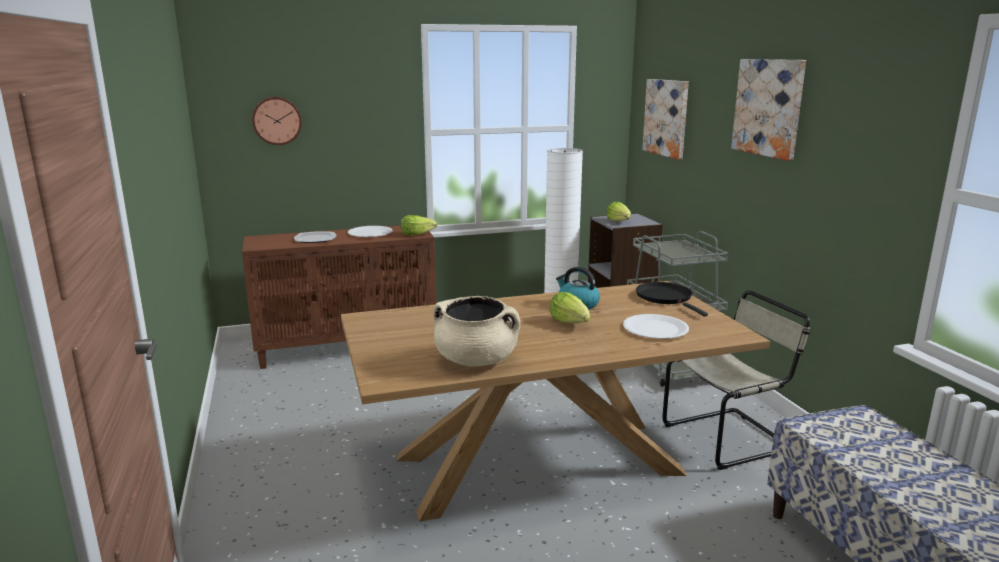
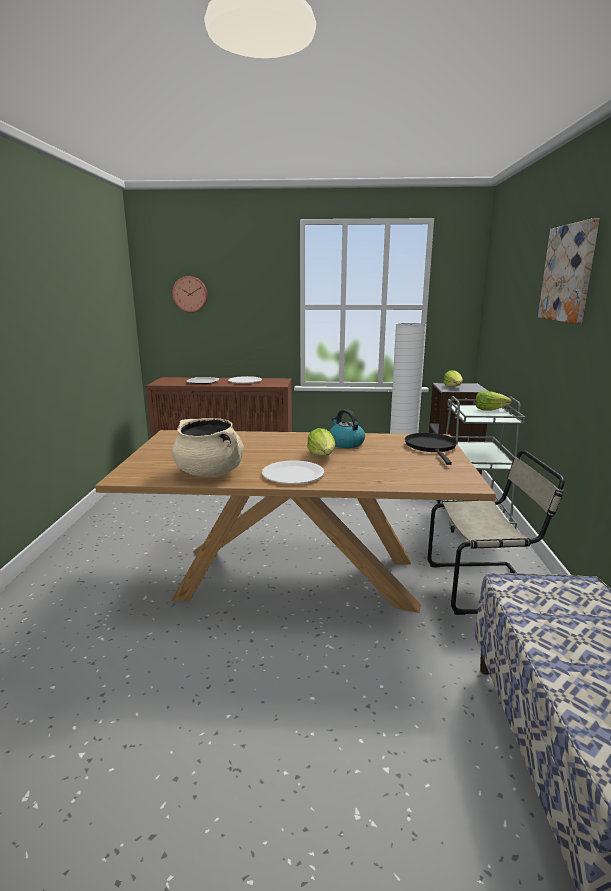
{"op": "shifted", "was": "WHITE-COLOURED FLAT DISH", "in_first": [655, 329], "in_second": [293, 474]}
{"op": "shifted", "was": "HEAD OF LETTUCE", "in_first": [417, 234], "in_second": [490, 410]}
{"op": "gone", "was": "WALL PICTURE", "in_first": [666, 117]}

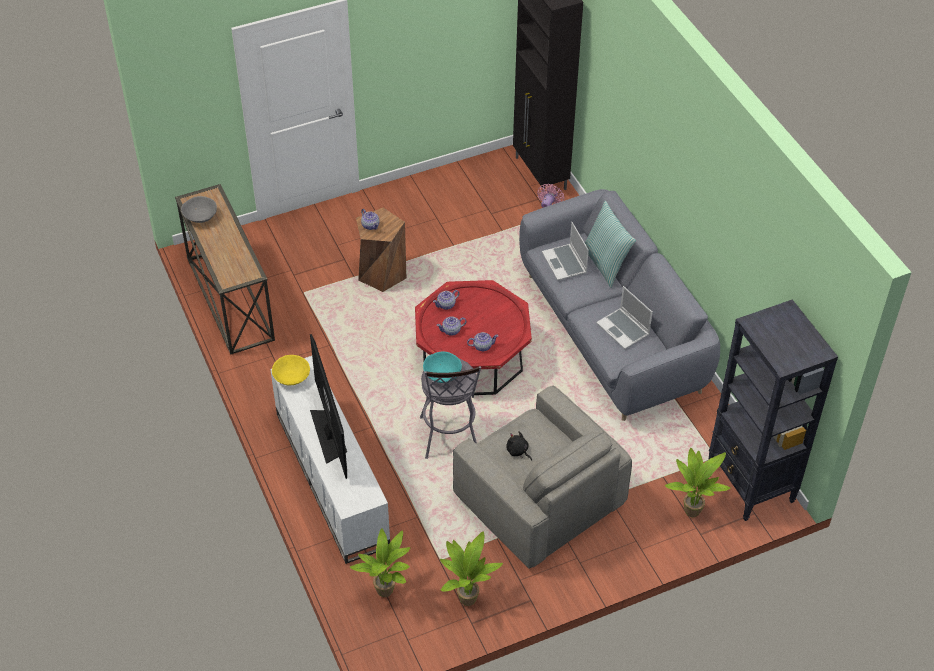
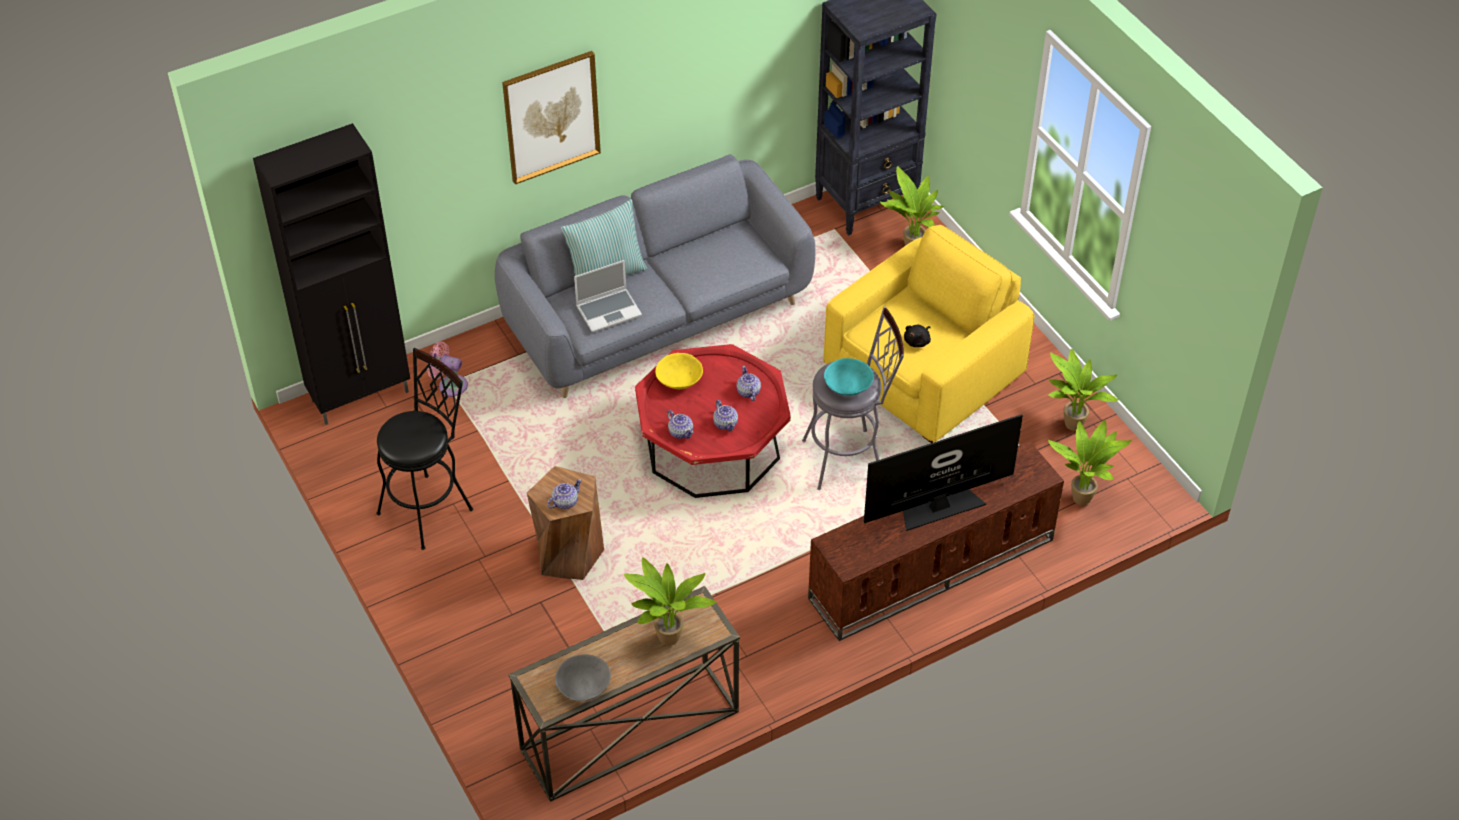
{"op": "new", "now": "BLACK-COLOURED SITTING STOOL", "in_second": [431, 507]}
{"op": "new", "now": "WALL PICTURE", "in_second": [551, 116]}
{"op": "new", "now": "POTTED PLANT", "in_second": [668, 641]}
{"op": "shifted", "was": "YELLOW-COLOURED BOWL", "in_first": [291, 377], "in_second": [679, 380]}
{"op": "repainted", "was": "WHITE-COLOURED MEDIA CONSOLE", "now": "BROWN MEDIA CONSOLE", "in_first": [330, 478], "in_second": [931, 570]}
{"op": "repainted", "was": "GRAY ARMCHAIR", "now": "YELLOW-COLOURED ARMCHAIR", "in_first": [539, 500], "in_second": [923, 372]}
{"op": "gone", "was": "NOTEBOOK COMPUTER", "in_first": [624, 329]}

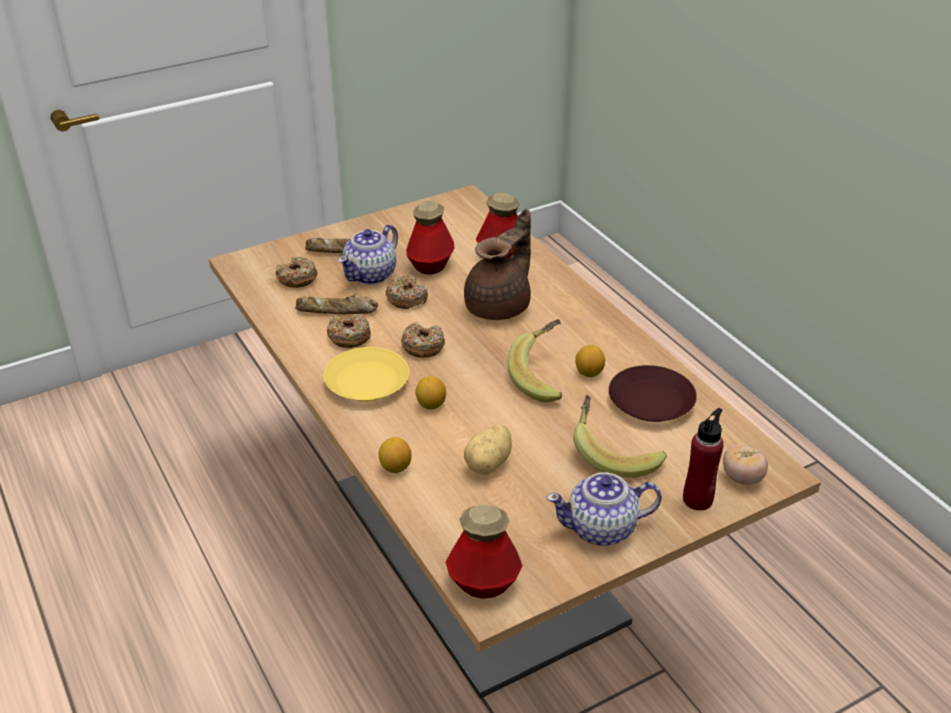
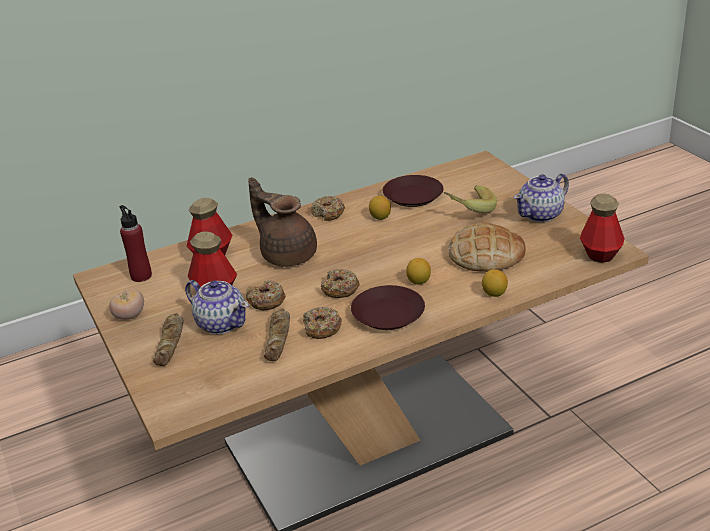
{"op": "shifted", "was": "WHOLE TOMATO", "in_first": [742, 478], "in_second": [129, 316]}
{"op": "shifted", "was": "REDDISH BOTTLE", "in_first": [697, 499], "in_second": [141, 276]}
{"op": "shifted", "was": "RING DOUGHNUT", "in_first": [297, 278], "in_second": [328, 213]}
{"op": "repainted", "was": "YELLOW-COLOURED FLAT DISH", "now": "BROWN FLAT DISH", "in_first": [368, 381], "in_second": [388, 313]}
{"op": "swapped", "was": "SPUD", "now": "BAKERY BREAD", "in_first": [489, 464], "in_second": [485, 255]}
{"op": "rotated", "was": "TEA POT", "in_first": [602, 529], "in_second": [541, 214], "clockwise": 60}
{"op": "gone", "was": "BANANA", "in_first": [545, 376]}

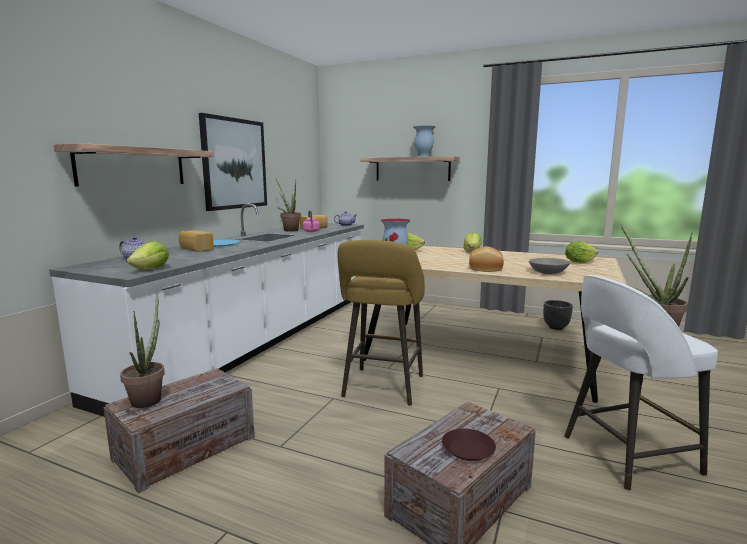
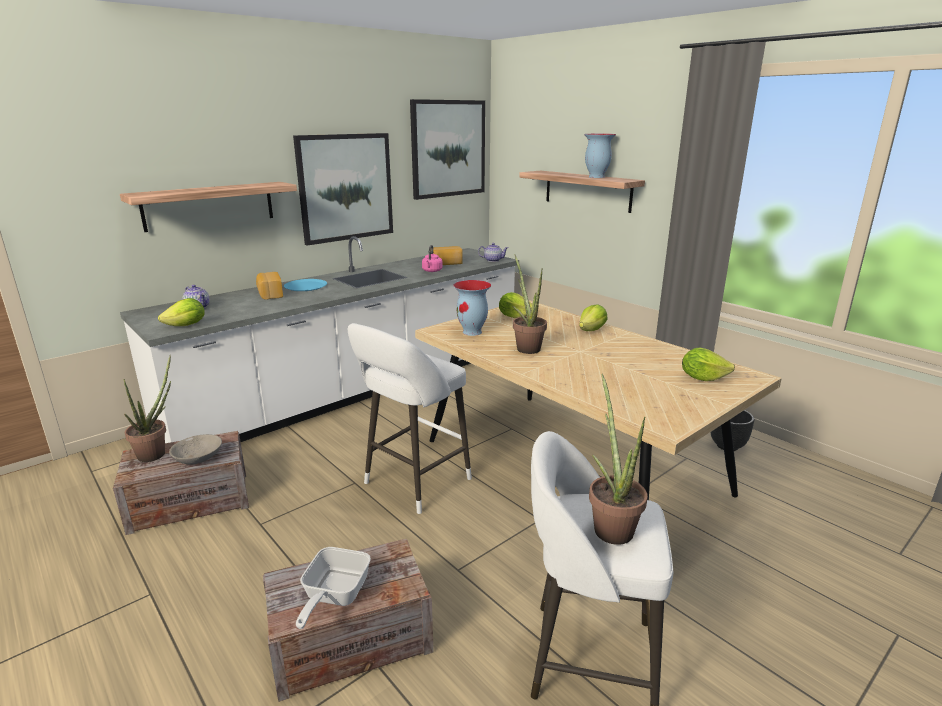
{"op": "shifted", "was": "GRAY BOWL", "in_first": [548, 272], "in_second": [198, 458]}
{"op": "swapped", "was": "BROWN FLAT DISH", "now": "SKILLET", "in_first": [468, 449], "in_second": [333, 596]}
{"op": "repainted", "was": "YELLOW-COLOURED SITTING STOOL", "now": "WHITE-COLOURED SITTING STOOL", "in_first": [382, 388], "in_second": [413, 483]}
{"op": "new", "now": "WALL PICTURE", "in_second": [448, 149]}
{"op": "shifted", "was": "POTTED PLANT", "in_first": [289, 230], "in_second": [526, 347]}
{"op": "gone", "was": "BAKERY BREAD", "in_first": [486, 268]}

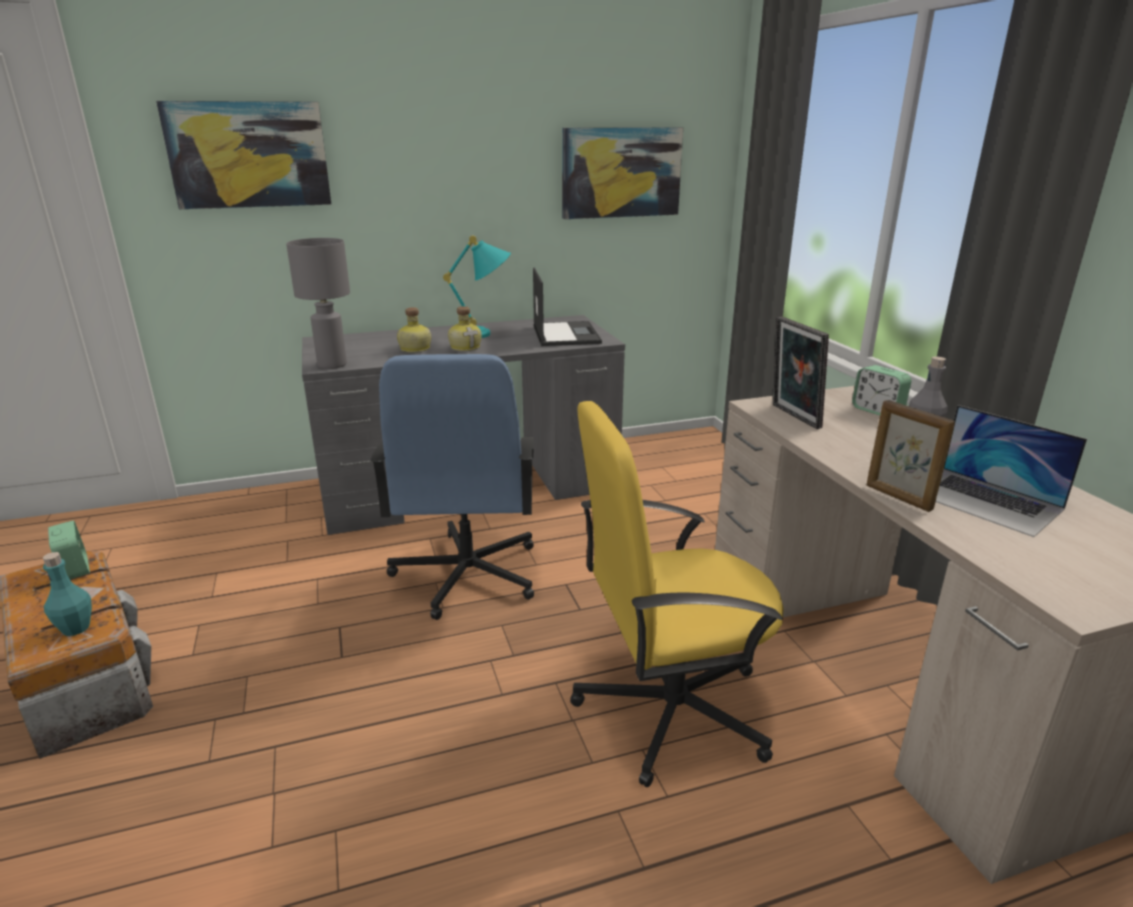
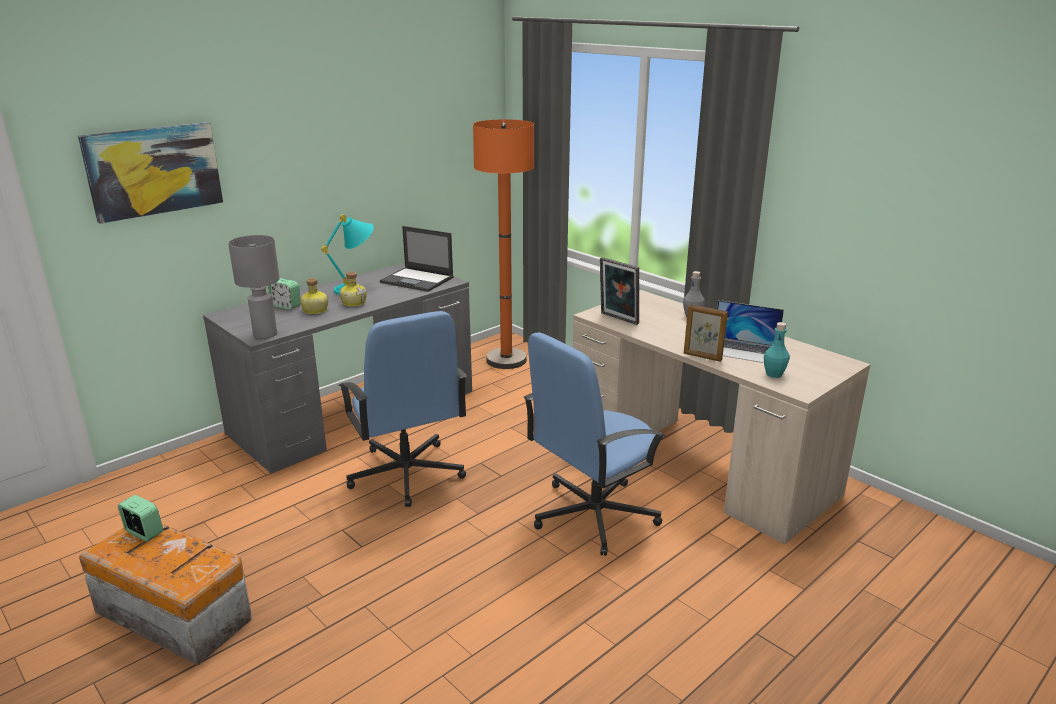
{"op": "shifted", "was": "ALARM CLOCK", "in_first": [877, 411], "in_second": [286, 306]}
{"op": "rotated", "was": "NOTEBOOK COMPUTER", "in_first": [565, 334], "in_second": [418, 280], "clockwise": 150}
{"op": "new", "now": "ORANGE STANDARD LAMP", "in_second": [506, 360]}
{"op": "repainted", "was": "YELLOW-COLOURED DESK CHAIR", "now": "BLUE DESK CHAIR", "in_first": [669, 709], "in_second": [592, 515]}
{"op": "shifted", "was": "BLUE-GREEN BOTTLE", "in_first": [76, 628], "in_second": [774, 374]}
{"op": "gone", "was": "WALL PICTURE", "in_first": [621, 172]}

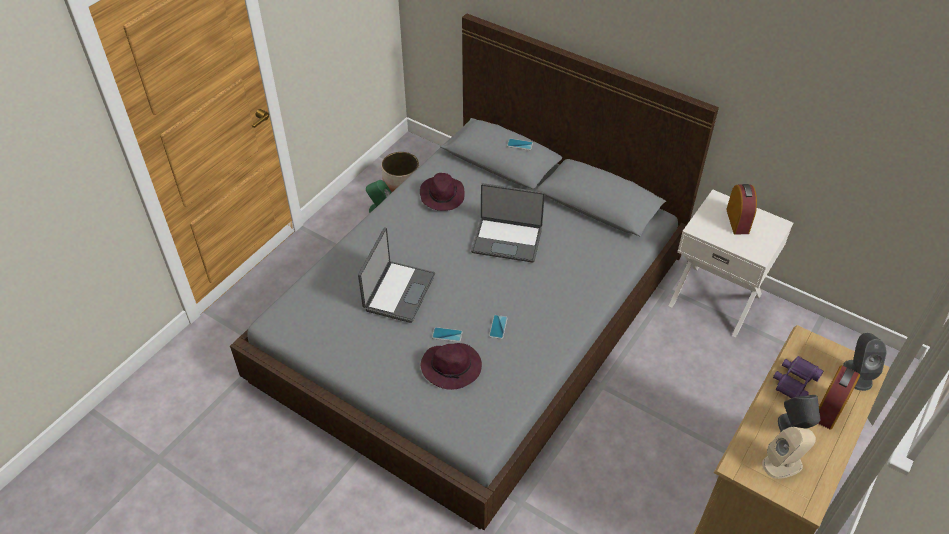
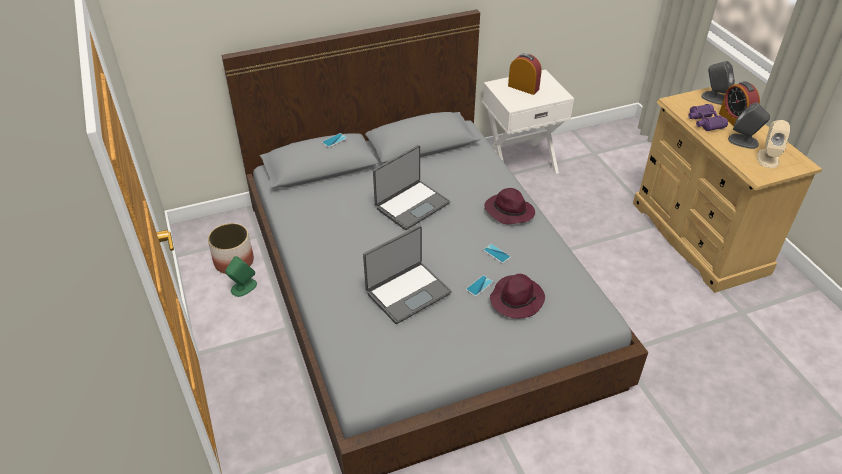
{"op": "rotated", "was": "NOTEBOOK COMPUTER", "in_first": [398, 292], "in_second": [407, 292], "clockwise": 90}
{"op": "shifted", "was": "PURPLISH WEARABLE HAT", "in_first": [442, 195], "in_second": [508, 211]}

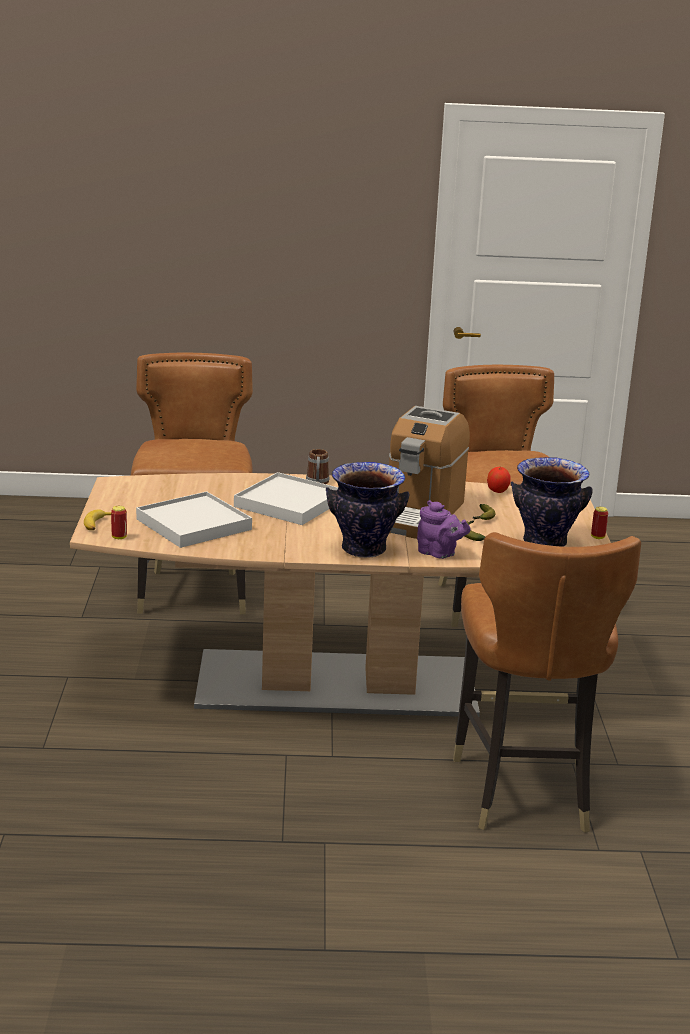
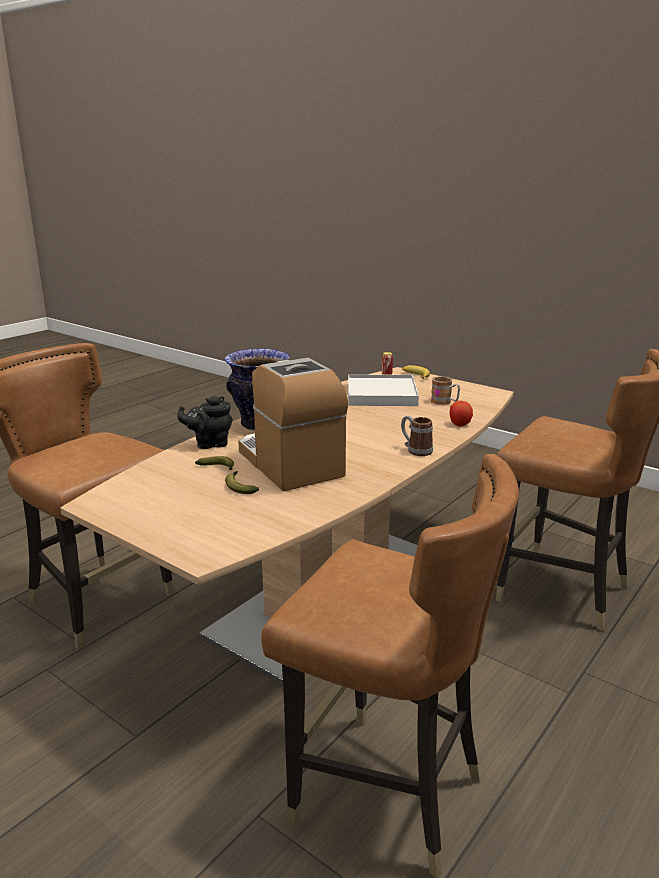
{"op": "repainted", "was": "PURPLISH TEA POT", "now": "BLACK-COLOURED TEA POT", "in_first": [439, 553], "in_second": [209, 444]}
{"op": "new", "now": "COFFEE MUG", "in_second": [445, 402]}
{"op": "shifted", "was": "WHOLE APPLE", "in_first": [497, 491], "in_second": [460, 424]}
{"op": "gone", "was": "WHITE-COLOURED SERVING TRAY", "in_first": [289, 503]}
{"op": "gone", "was": "FLOWER VASE", "in_first": [545, 543]}
{"op": "gone", "was": "CAN", "in_first": [597, 537]}

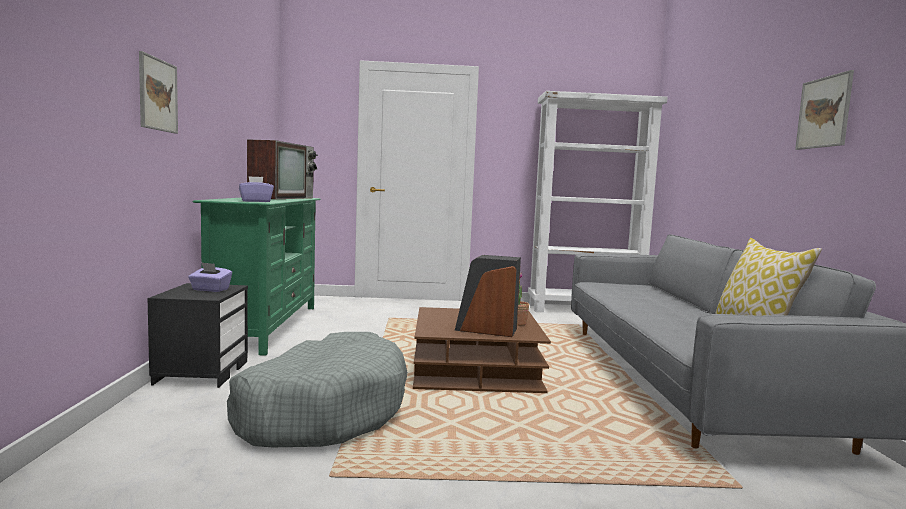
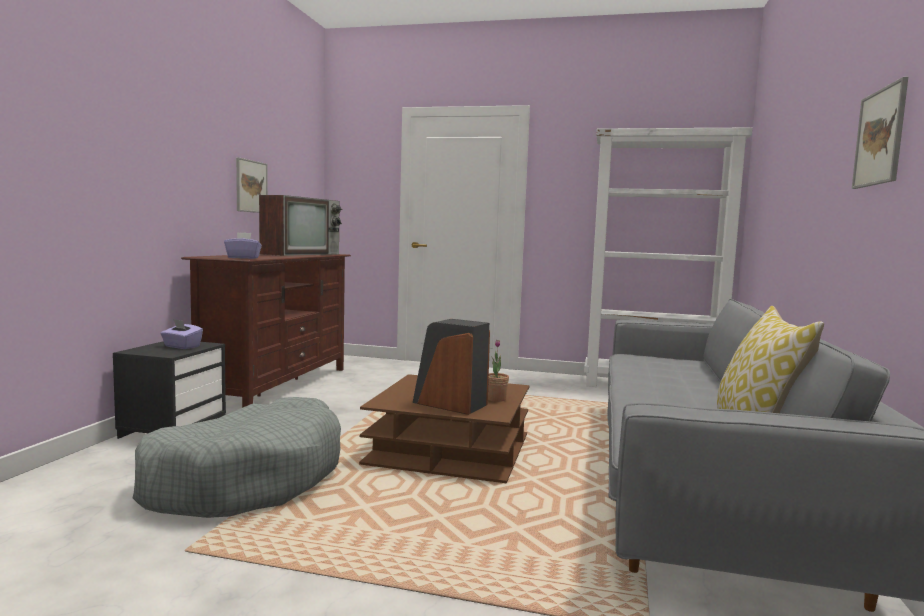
{"op": "repainted", "was": "GREENISH MEDIA CONSOLE", "now": "BROWN MEDIA CONSOLE", "in_first": [266, 327], "in_second": [278, 387]}
{"op": "shifted", "was": "WALL PICTURE", "in_first": [158, 95], "in_second": [251, 186]}

